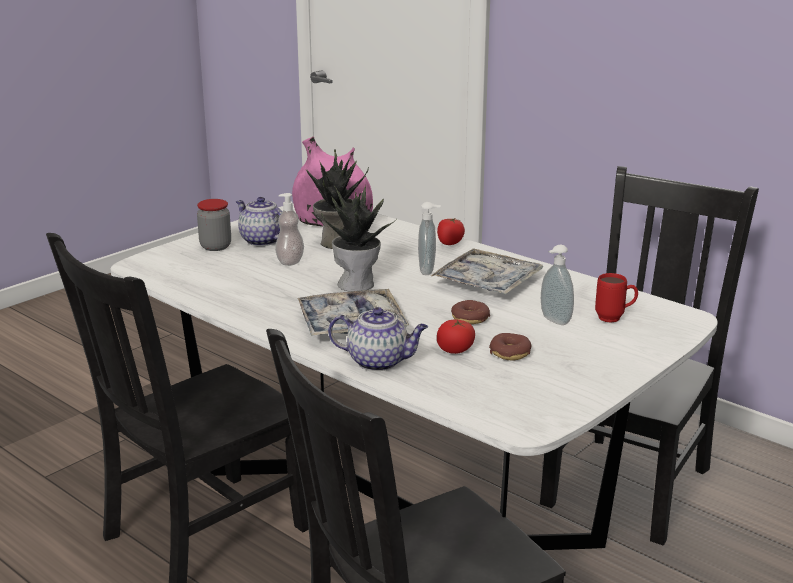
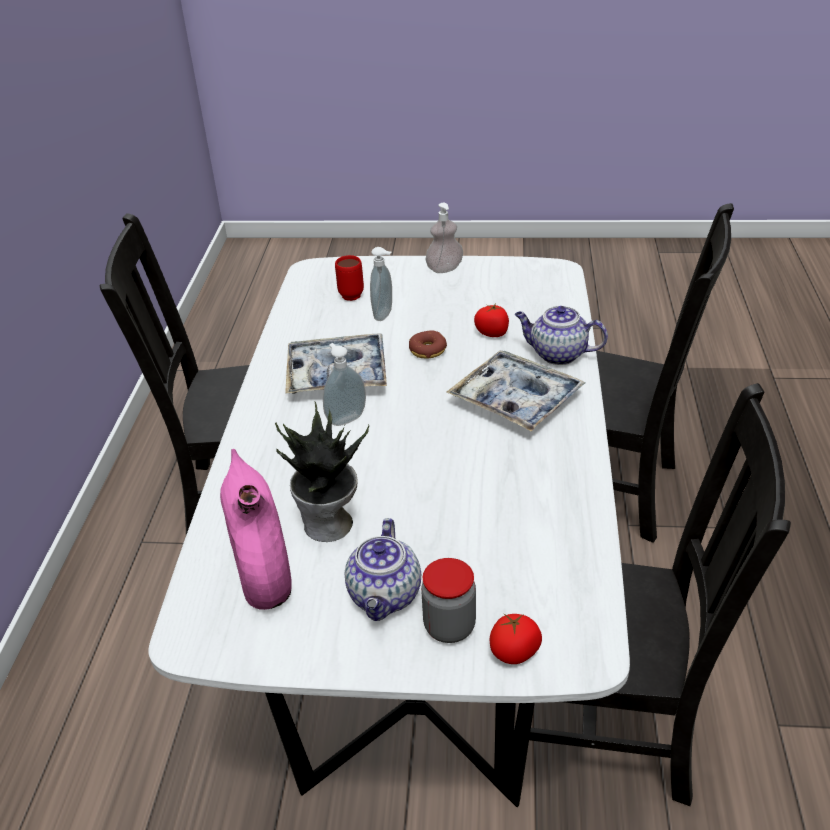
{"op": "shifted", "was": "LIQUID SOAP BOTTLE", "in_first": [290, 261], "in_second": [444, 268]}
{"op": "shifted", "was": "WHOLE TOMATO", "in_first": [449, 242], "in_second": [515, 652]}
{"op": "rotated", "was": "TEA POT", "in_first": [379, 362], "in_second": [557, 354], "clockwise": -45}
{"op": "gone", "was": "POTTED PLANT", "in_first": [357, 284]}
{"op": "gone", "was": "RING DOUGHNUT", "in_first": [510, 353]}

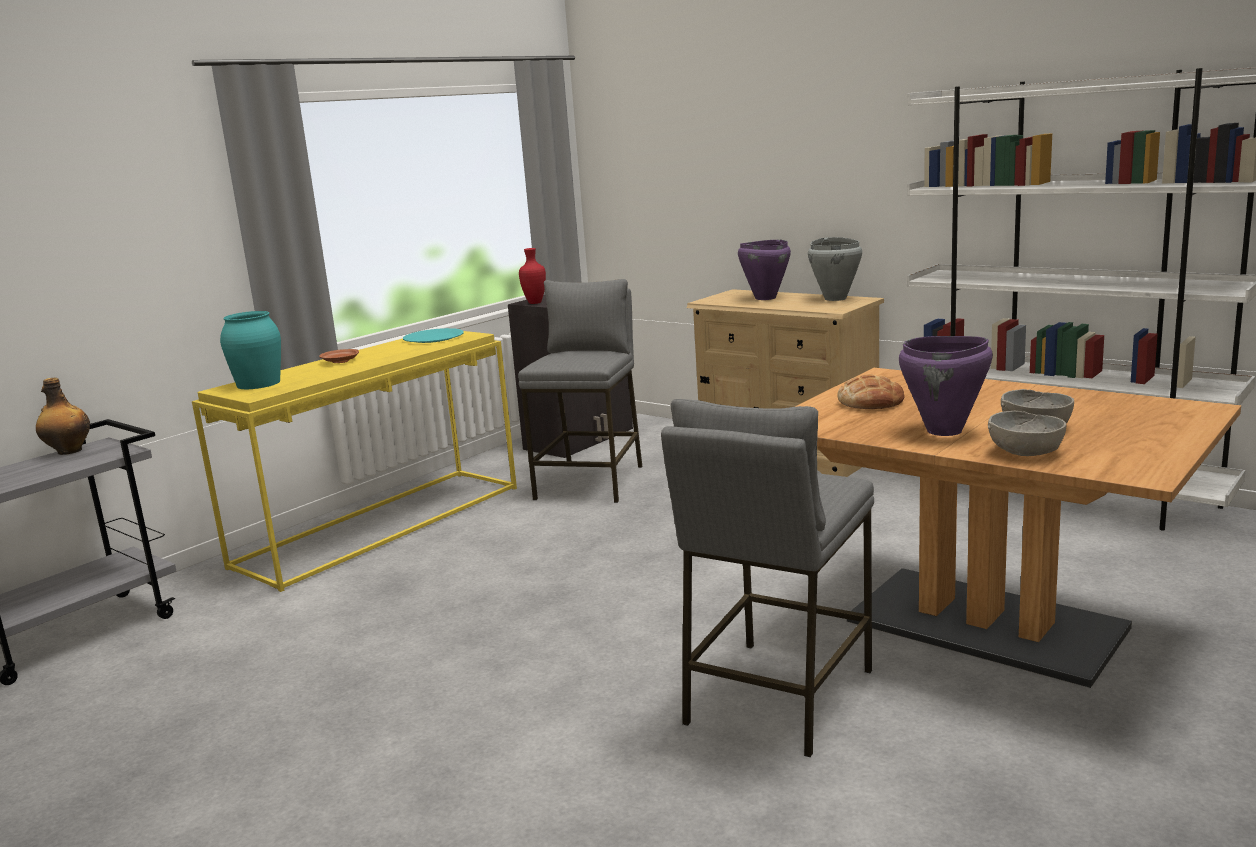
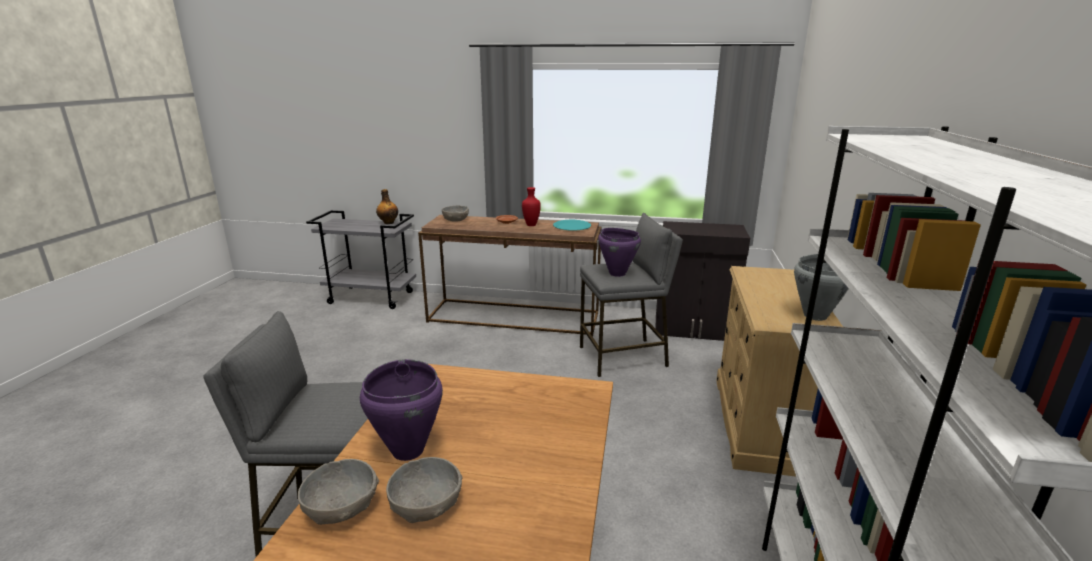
{"op": "repainted", "was": "YELLOW-COLOURED NARROW TABLE", "now": "BROWN NARROW TABLE", "in_first": [382, 525], "in_second": [515, 317]}
{"op": "swapped", "was": "BLUE-GREEN FLOWER VASE", "now": "GRAY BOWL", "in_first": [258, 384], "in_second": [455, 220]}
{"op": "shifted", "was": "REDDISH FLOWER VASE", "in_first": [535, 302], "in_second": [532, 225]}
{"op": "shifted", "was": "PURPLISH SAUCEPOT", "in_first": [765, 298], "in_second": [617, 273]}
{"op": "gone", "was": "BAKERY BREAD", "in_first": [870, 402]}

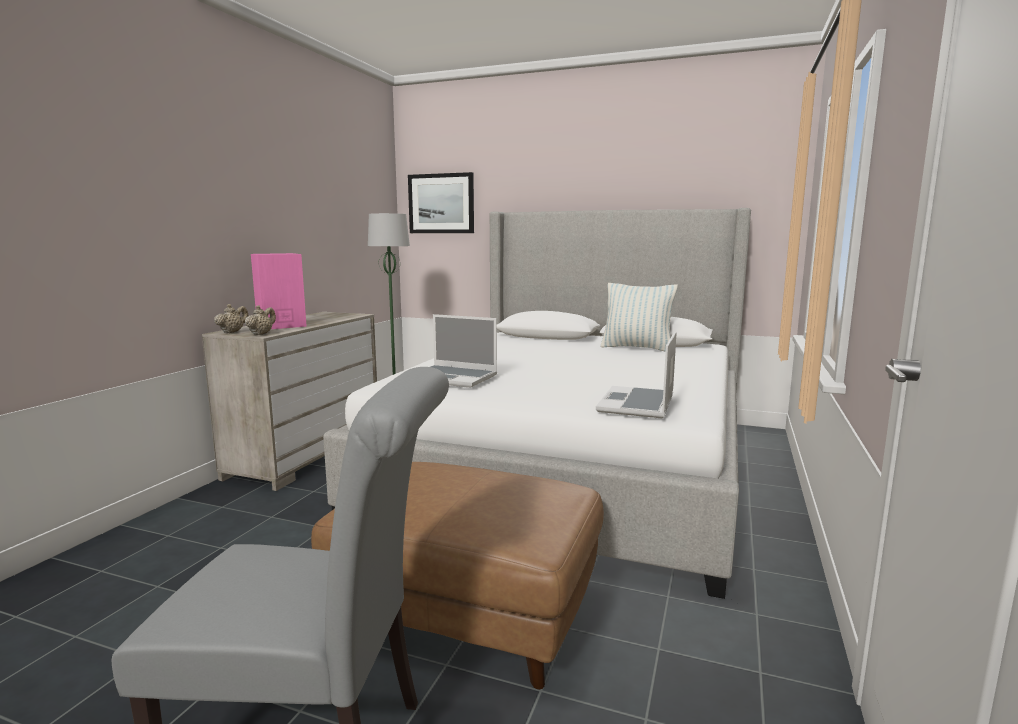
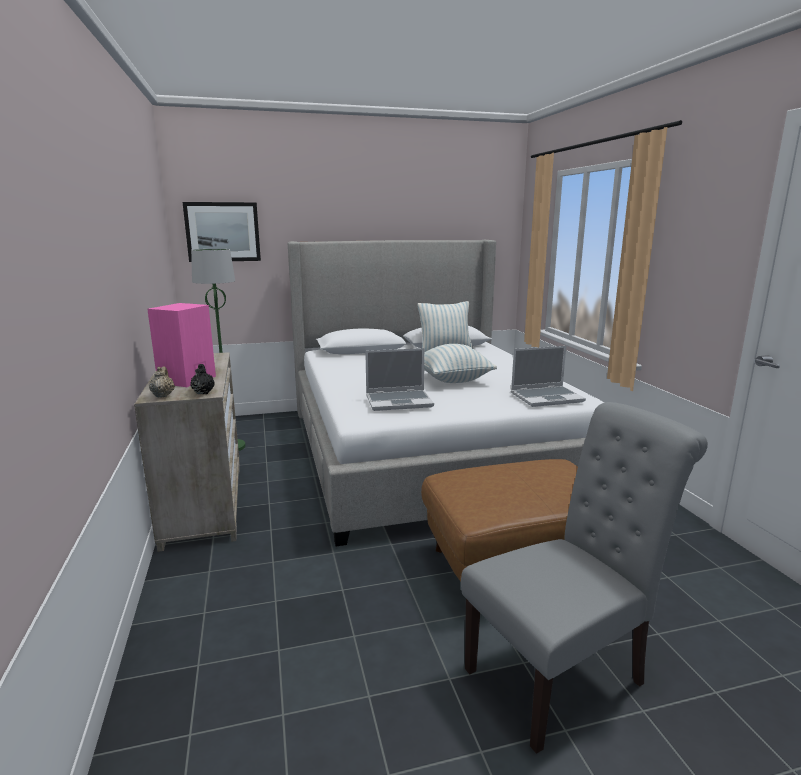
{"op": "repainted", "was": "SAND-COLOURED TEA POT", "now": "BLACK-COLOURED TEA POT", "in_first": [261, 334], "in_second": [203, 392]}
{"op": "new", "now": "CUSHION", "in_second": [452, 380]}
{"op": "rotated", "was": "NOTEBOOK COMPUTER", "in_first": [637, 404], "in_second": [547, 397], "clockwise": -90}

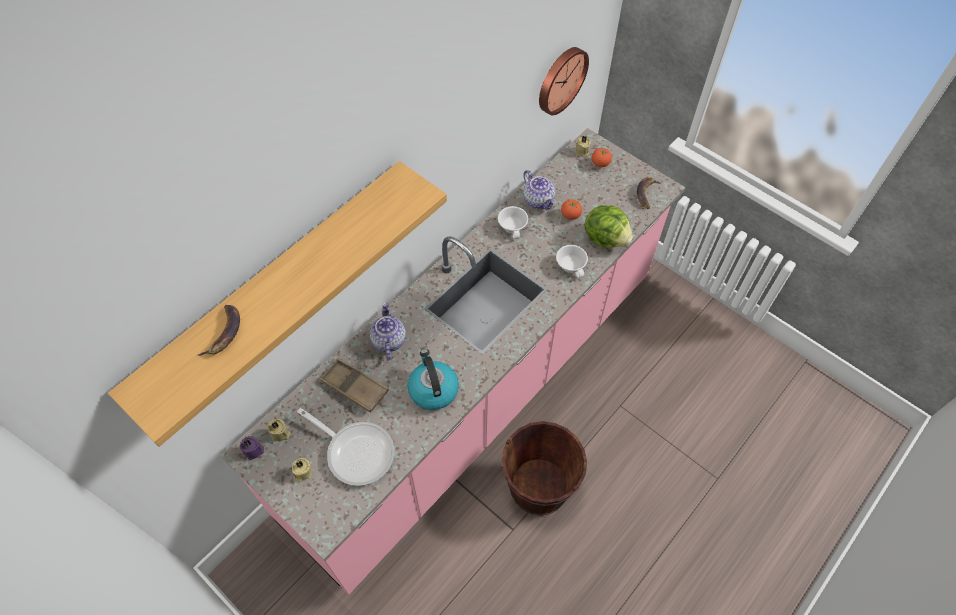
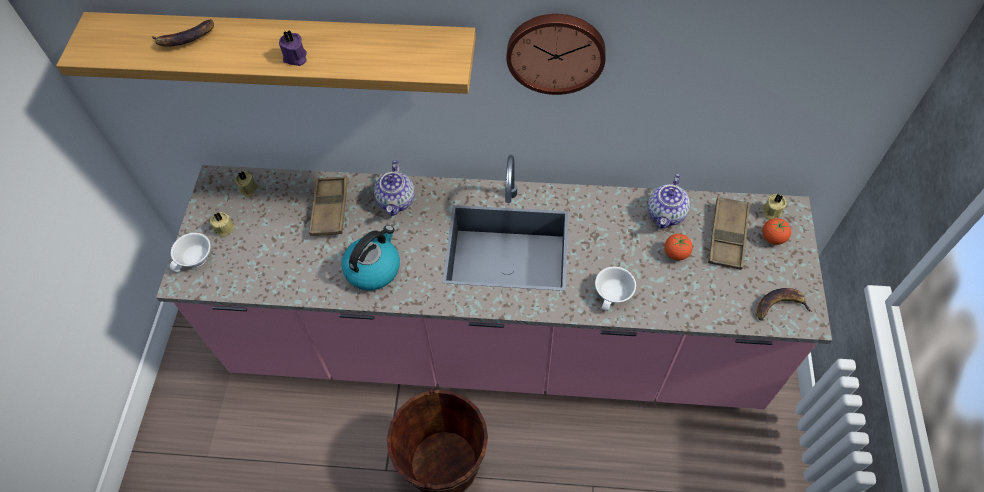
{"op": "shifted", "was": "WHITE-COLOURED DRINKING CUP", "in_first": [513, 227], "in_second": [196, 259]}
{"op": "shifted", "was": "PURPLISH CANDLE", "in_first": [254, 451], "in_second": [295, 58]}
{"op": "rotated", "was": "TEA POT", "in_first": [388, 340], "in_second": [397, 201], "clockwise": 135}
{"op": "shifted", "was": "CLOCK ON THE WALL", "in_first": [560, 79], "in_second": [556, 51]}
{"op": "new", "now": "BROWN SERVING TRAY", "in_second": [727, 236]}
{"op": "gone", "was": "SKILLET", "in_first": [356, 451]}
{"op": "gone", "was": "HEAD OF LETTUCE", "in_first": [606, 238]}

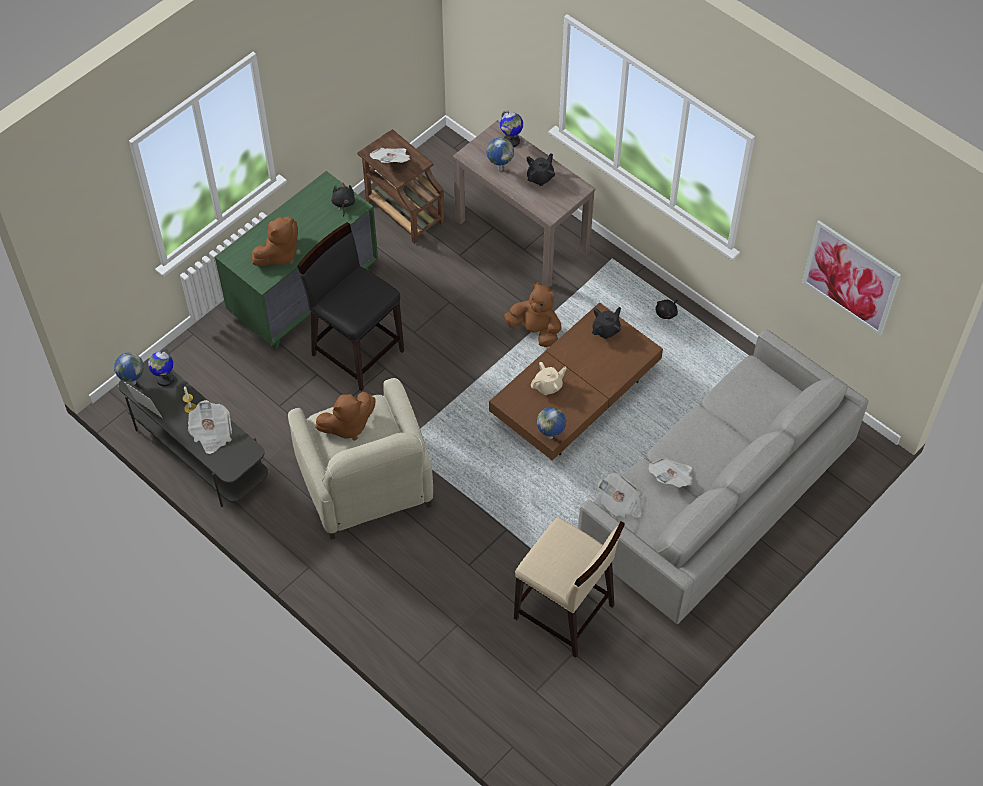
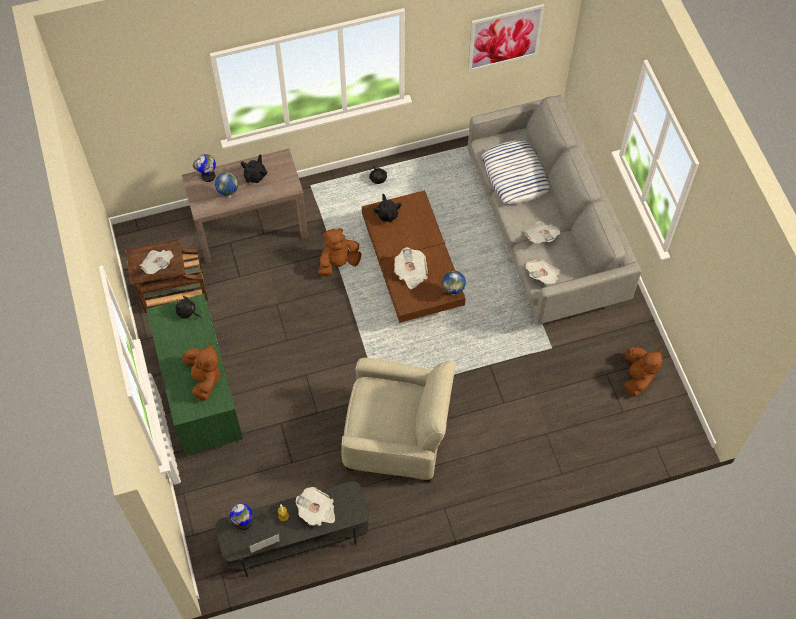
{"op": "rotated", "was": "BLACK-COLOURED TEA POT", "in_first": [540, 177], "in_second": [255, 175], "clockwise": 45}
{"op": "swapped", "was": "SAND-COLOURED TEA POT", "now": "NEWSPAPER", "in_first": [548, 386], "in_second": [411, 273]}
{"op": "new", "now": "CUSHION", "in_second": [515, 175]}
{"op": "shifted", "was": "BROWN SOFT TOY", "in_first": [347, 426], "in_second": [637, 377]}
{"op": "gone", "was": "DESK GLOBE", "in_first": [133, 382]}
{"op": "gone", "was": "BLACK-COLOURED SITTING STOOL", "in_first": [357, 352]}
{"op": "gone", "was": "SAND-COLOURED SITTING STOOL", "in_first": [564, 613]}

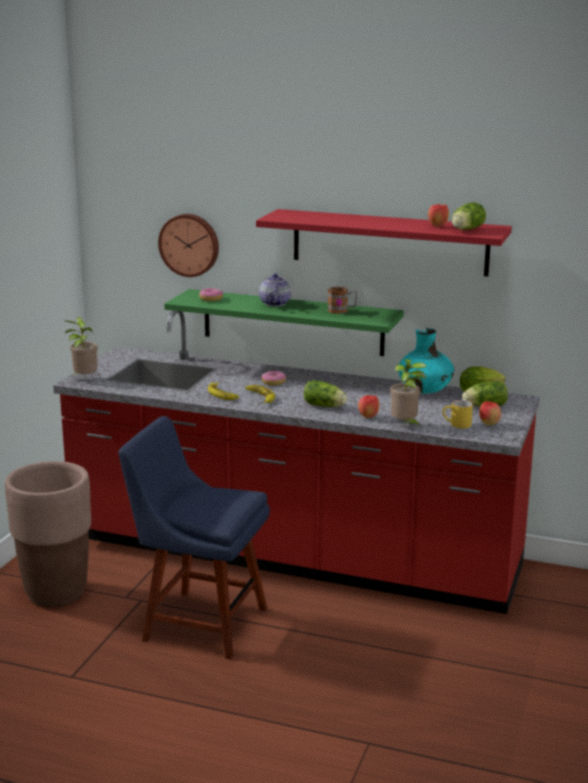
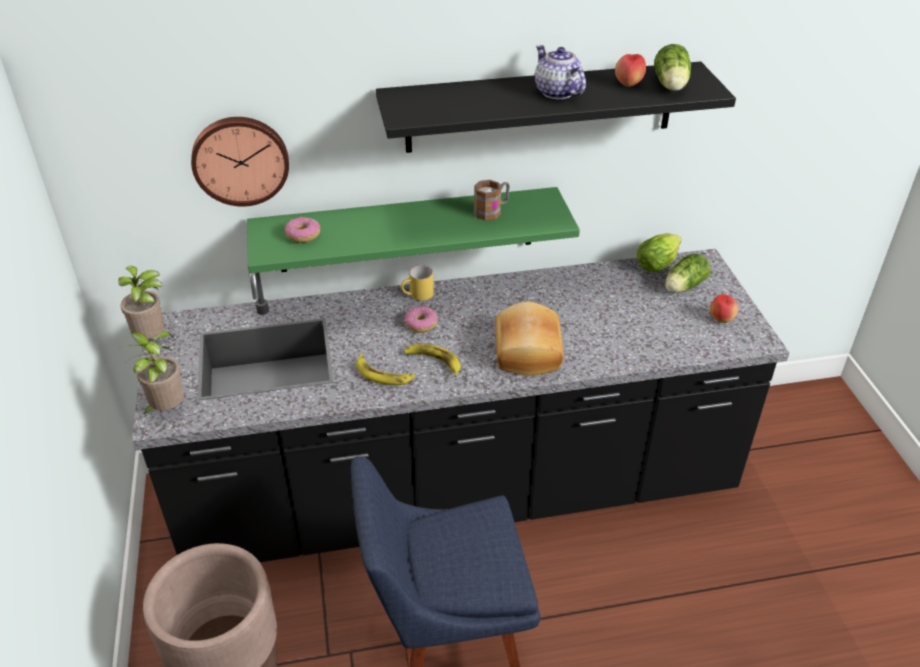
{"op": "shifted", "was": "POTTED PLANT", "in_first": [405, 425], "in_second": [153, 340]}
{"op": "repainted", "was": "REDDISH COUNTER", "now": "BLACK-COLOURED COUNTER", "in_first": [293, 555], "in_second": [460, 492]}
{"op": "repainted", "was": "REDDISH SHELF", "now": "BLACK-COLOURED SHELF", "in_first": [389, 242], "in_second": [540, 107]}
{"op": "shifted", "was": "YELLOW-COLOURED COFFEE MUG", "in_first": [456, 425], "in_second": [417, 295]}
{"op": "swapped", "was": "HEAD OF LETTUCE", "now": "BAKERY BREAD", "in_first": [325, 406], "in_second": [525, 352]}
{"op": "shifted", "was": "TEA POT", "in_first": [274, 303], "in_second": [557, 92]}
{"op": "gone", "was": "WHOLE APPLE", "in_first": [368, 417]}
{"op": "gone", "was": "BLUE-GREEN FLOWER VASE", "in_first": [425, 391]}

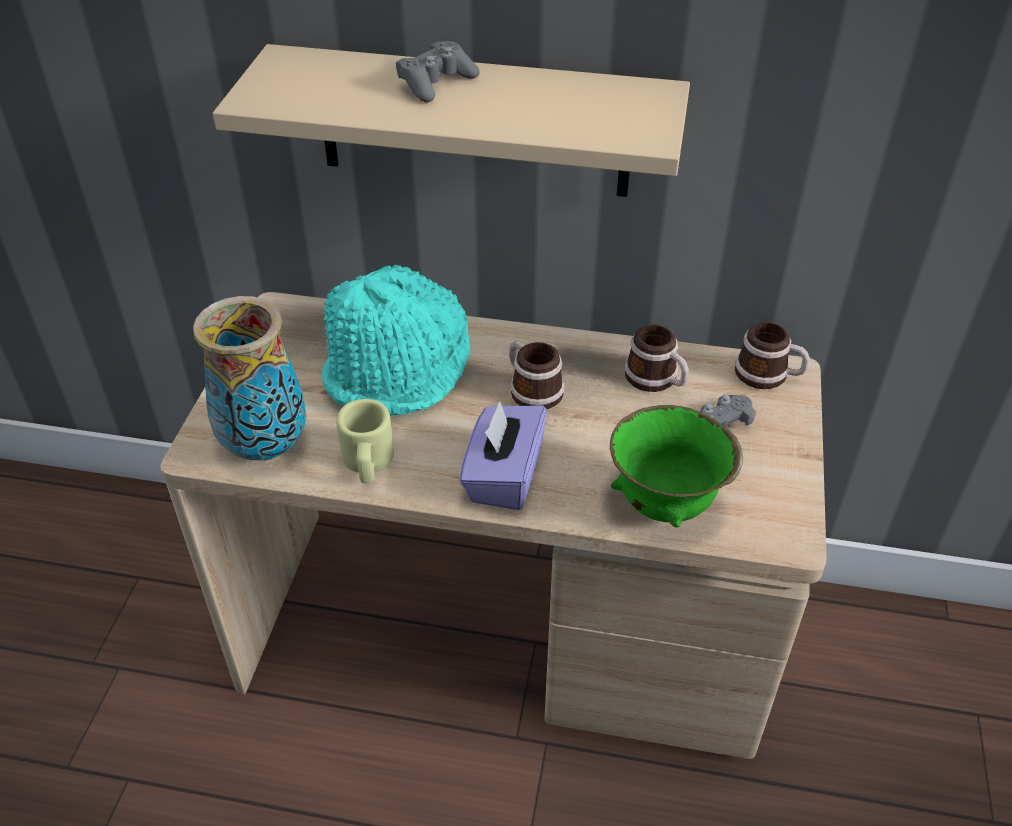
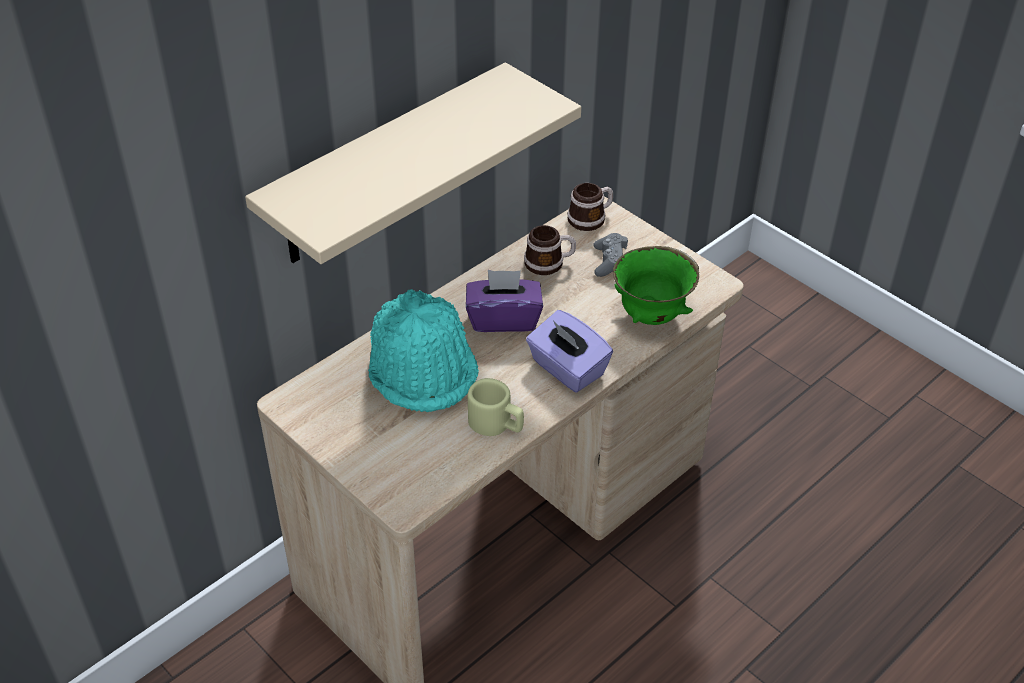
{"op": "swapped", "was": "COFFEE MUG", "now": "PURPLISH BOX OF TISSUES", "in_first": [531, 389], "in_second": [503, 319]}
{"op": "gone", "was": "FLOWER VASE", "in_first": [265, 447]}
{"op": "gone", "was": "GRAY JOYPAD", "in_first": [436, 83]}

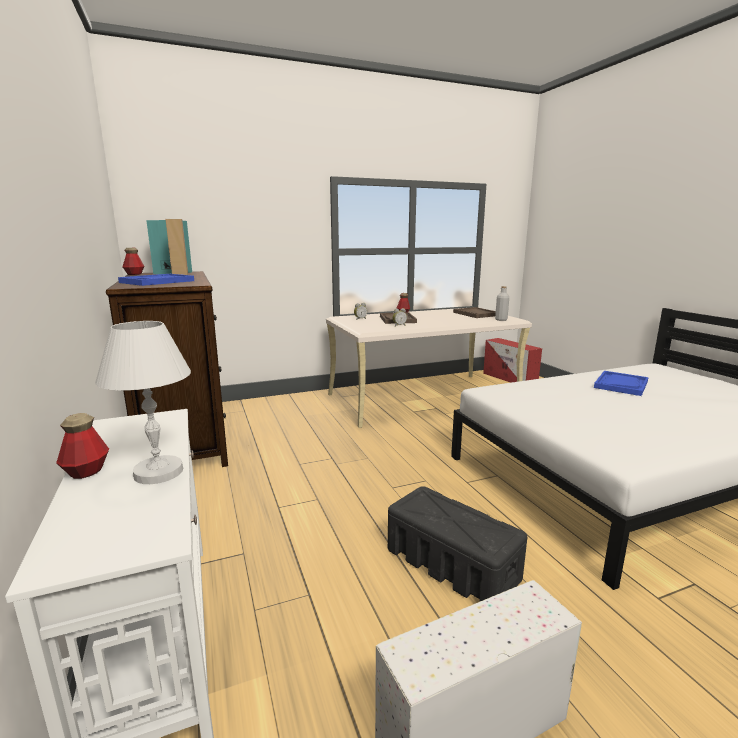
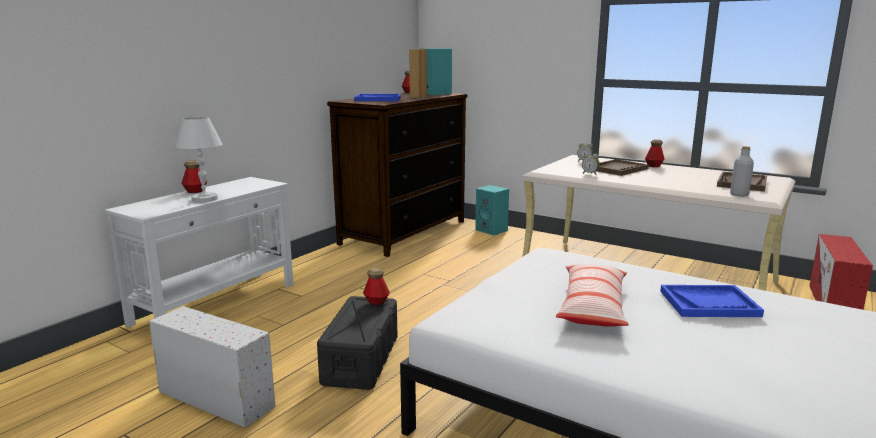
{"op": "new", "now": "BOTTLE", "in_second": [376, 302]}
{"op": "new", "now": "BLUE-GREEN AUDIO SPEAKER", "in_second": [492, 230]}
{"op": "new", "now": "CUSHION", "in_second": [592, 307]}

